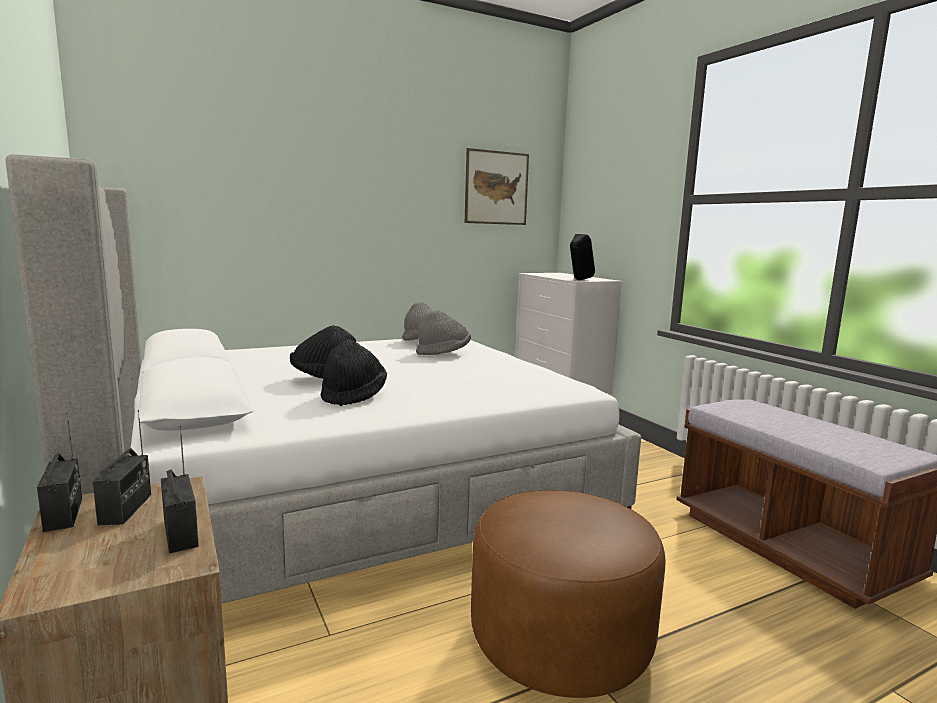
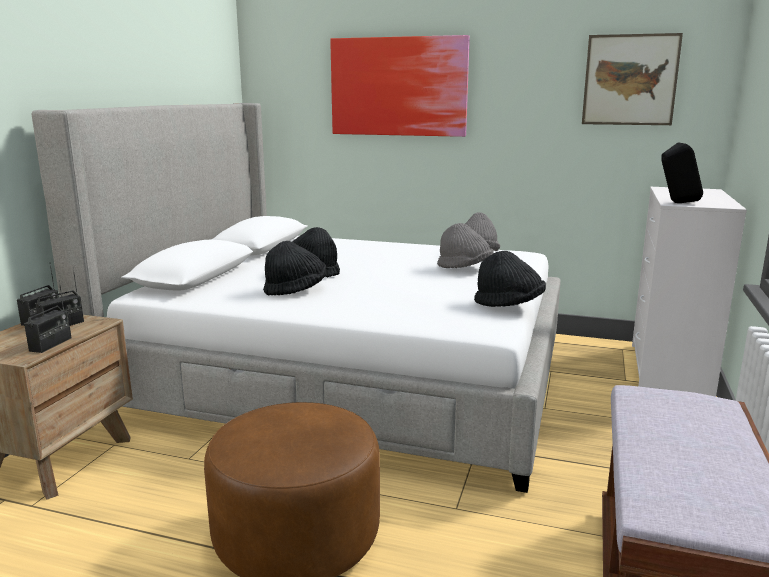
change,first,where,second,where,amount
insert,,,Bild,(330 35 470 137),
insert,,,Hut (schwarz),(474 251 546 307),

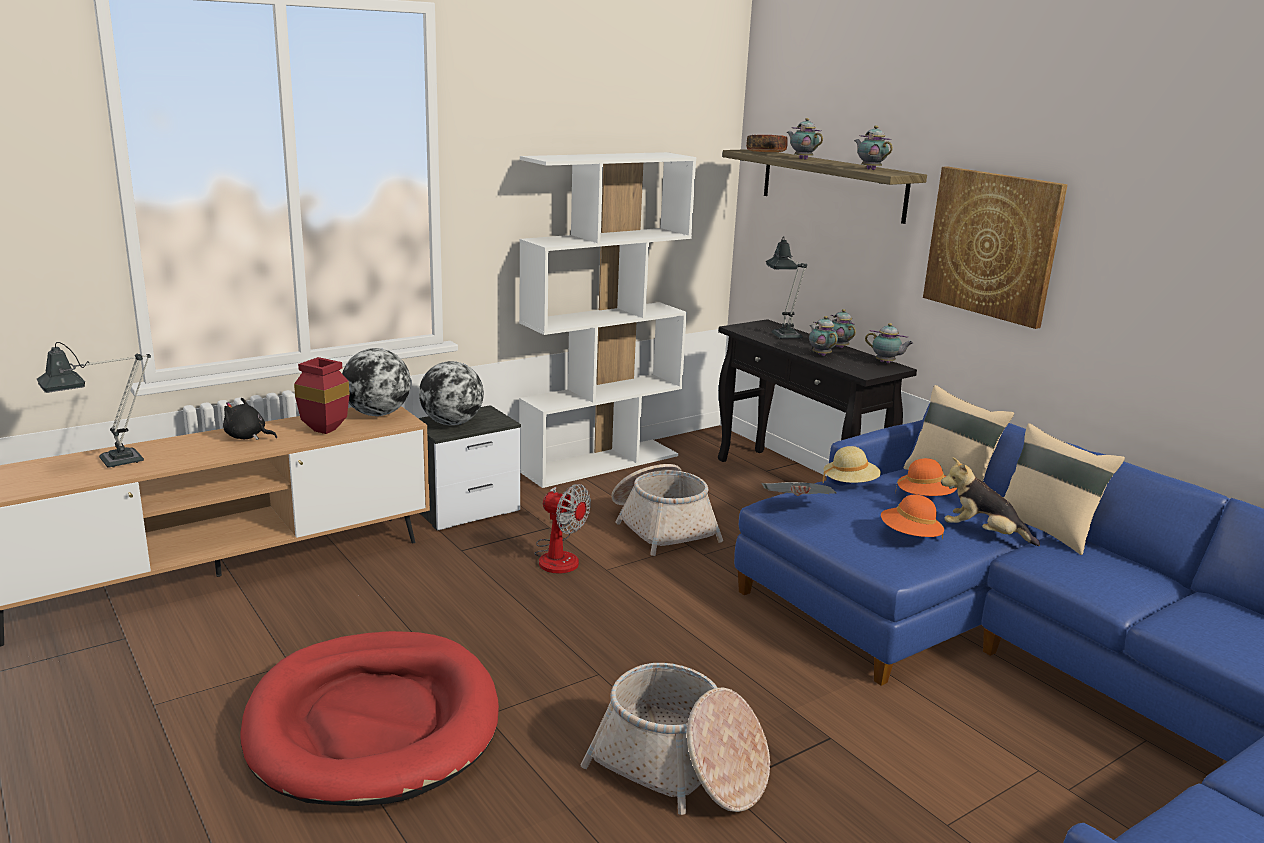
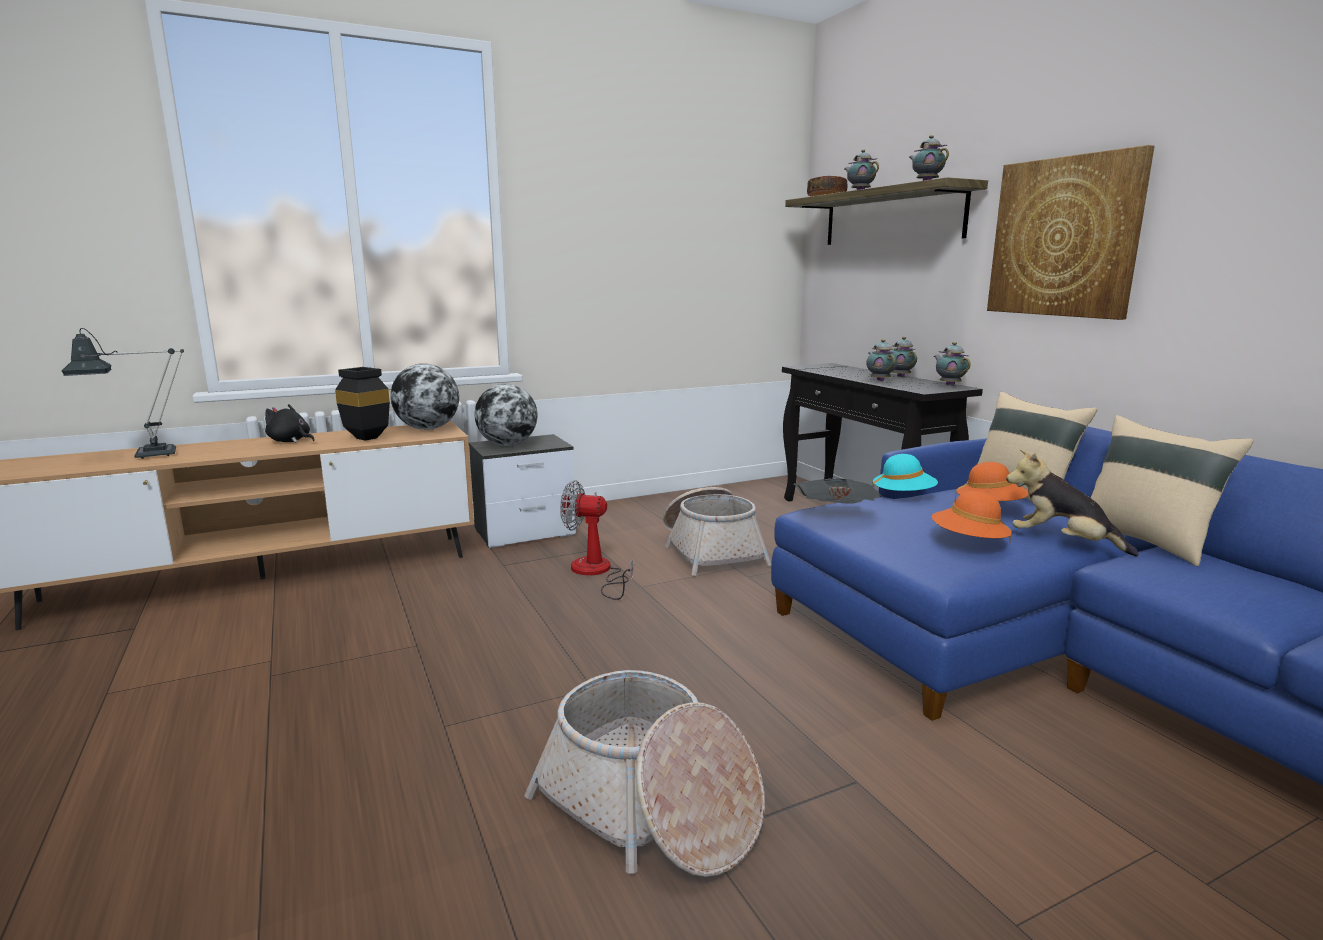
change,first,where,second,where,amount
delete,Hundebett (rot),(240 631 499 806),,,
recolor,Vase (rot),(294 357 349 434),Vase (schwarz),(335 367 390 441),
delete,Bücherregal (weiß),(519 152 696 488),,,
rotate,Ventilator,(534 484 591 574),,(560 480 634 600),150 degrees clockwise
delete,Tischlampe,(766 236 807 339),,,
recolor,Hut (beige),(823 446 881 483),Hut (türkis),(872 454 938 491),
rotate,Teekanne,(865 323 913 364),,(934 342 971 386),150 degrees counterclockwise

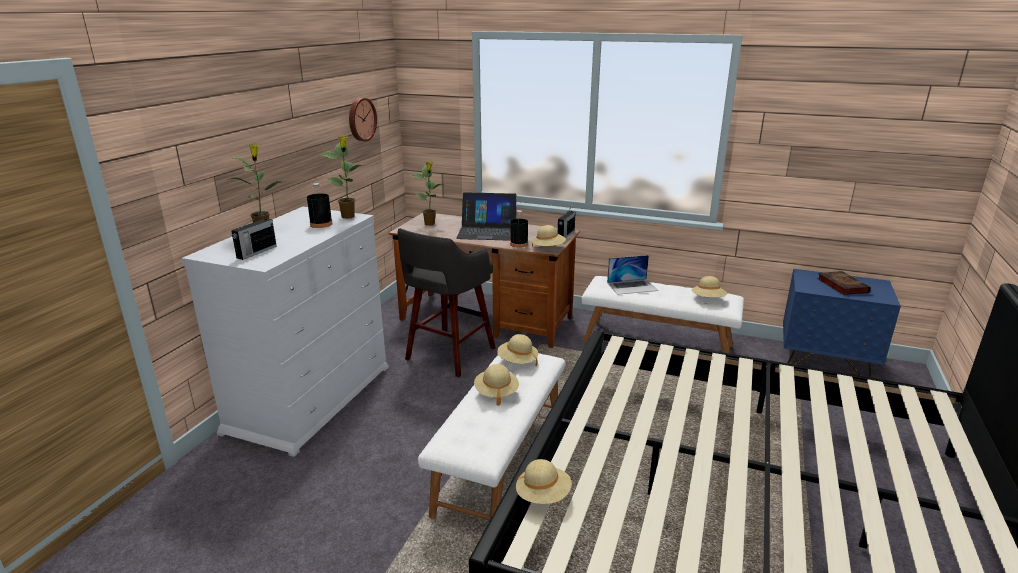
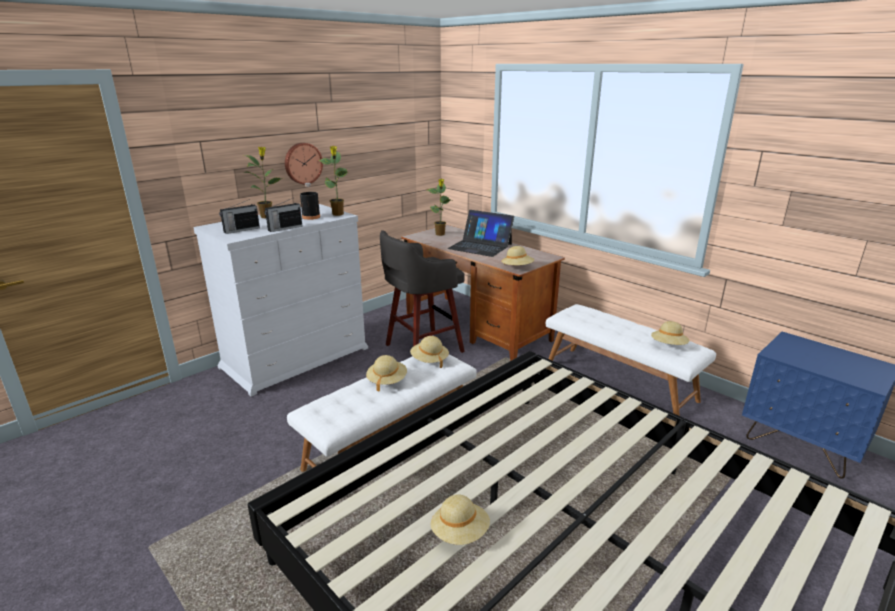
change,first,where,second,where,amount
move,Wanduhr,(349 98 377 141),,(285 143 323 184),
delete,Flasche (schwarz),(510 210 528 248),,,
move,Hut (beige),(516 459 572 504),,(431 494 490 545),
move,Radio,(558 209 575 238),,(264 198 302 232),
delete,Laptop,(607 255 658 295),,,
delete,Buch,(817 271 871 295),,,

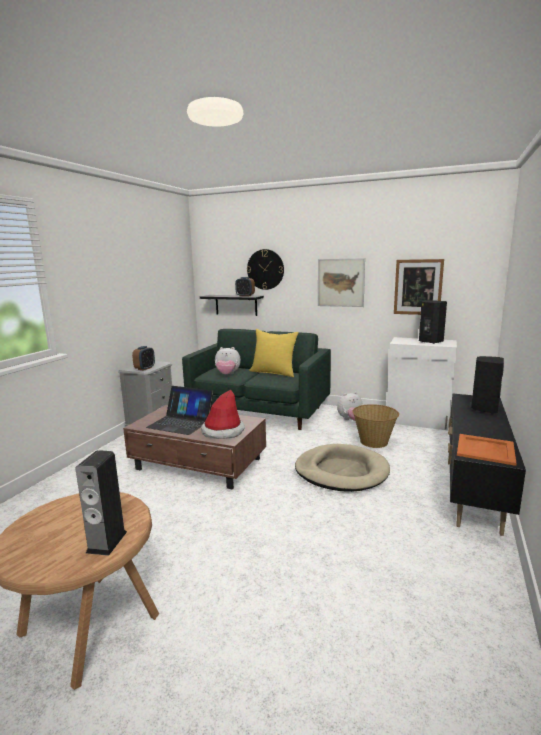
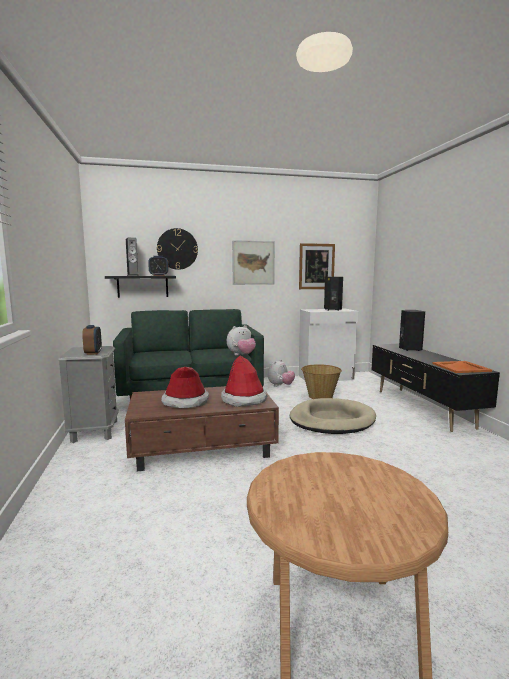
change,first,where,second,where,amount
move,Lautsprecher,(75 450 127 556),,(126 237 139 276),
replace,Laptop,(146 386 214 435),Hut,(161 367 209 408),
move,Plüschtier,(215 347 241 374),,(227 325 256 355),
delete,Kissen (gelb),(249 329 299 377),,,

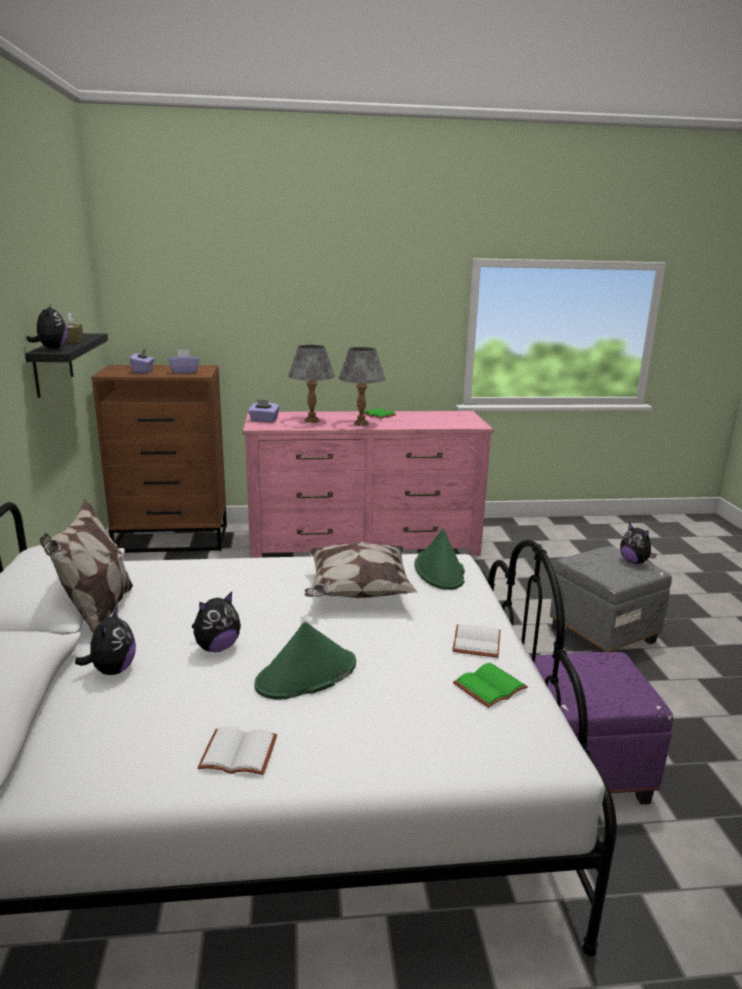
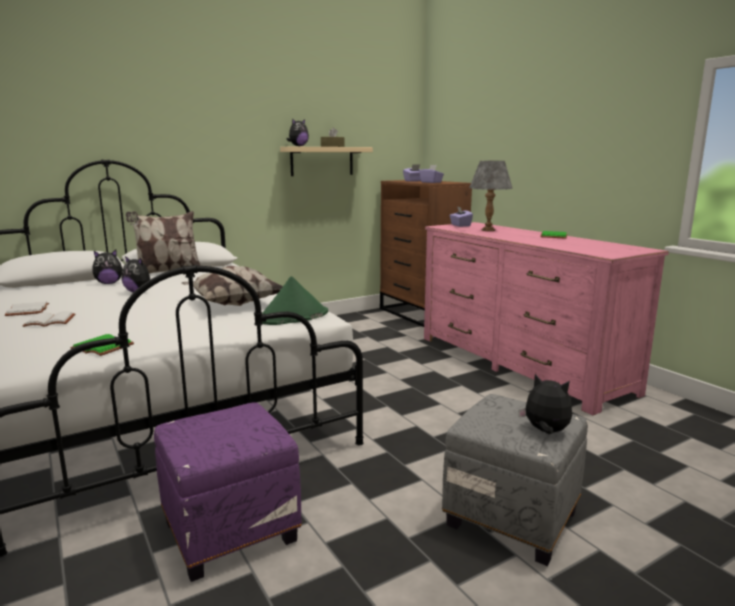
change,first,where,second,where,amount
recolor,Wandregal (schwarz),(25 333 108 398),Wandregal (beige),(280 147 373 176),
delete,Hut (grün),(254 622 356 700),,,
delete,Tischlampe (grau),(338 347 385 426),,,
move,Buch (weiß),(452 624 500 658),,(23 311 75 327),
rotate,Plüschtier,(620 523 657 564),,(518 374 572 434),90 degrees clockwise

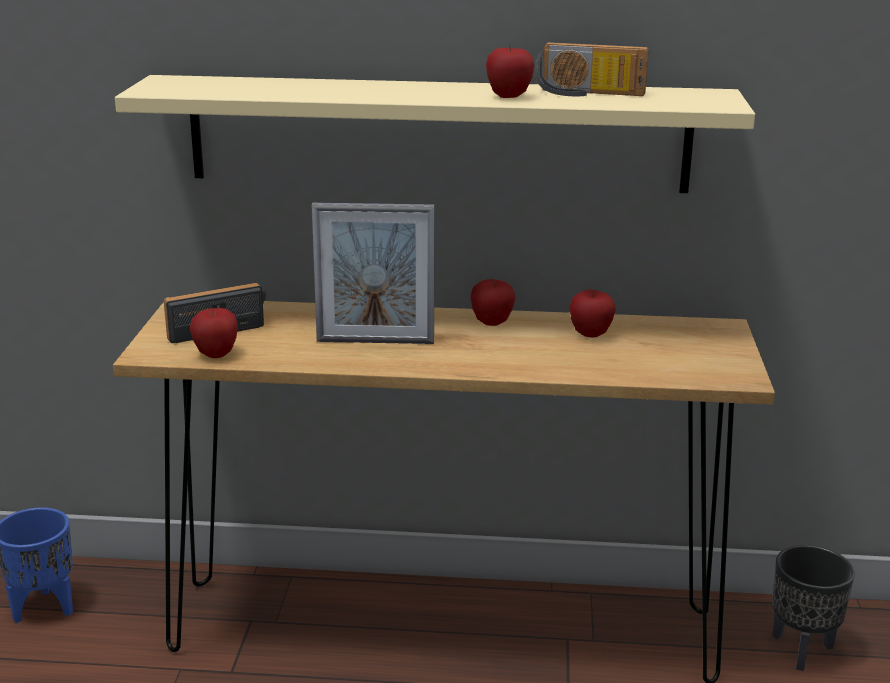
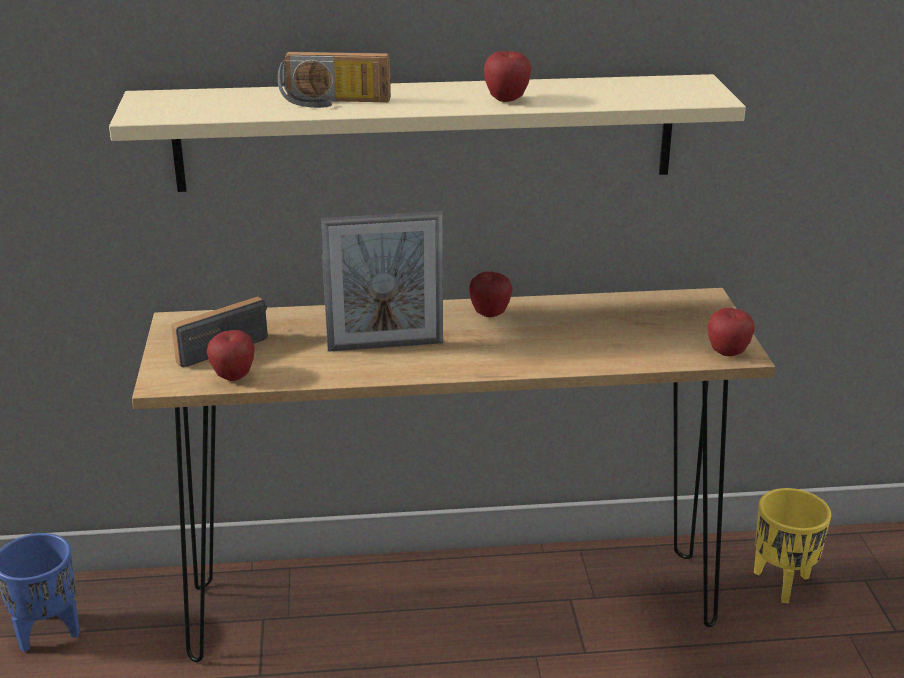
change,first,where,second,where,amount
move,Radio,(535 42 649 96),,(278 52 391 108),
move,Apfel,(570 290 616 337),,(707 308 755 356),
recolor,Pflanzkübel (schwarz),(772 545 855 671),Pflanzkübel (gelb),(754 488 831 603),

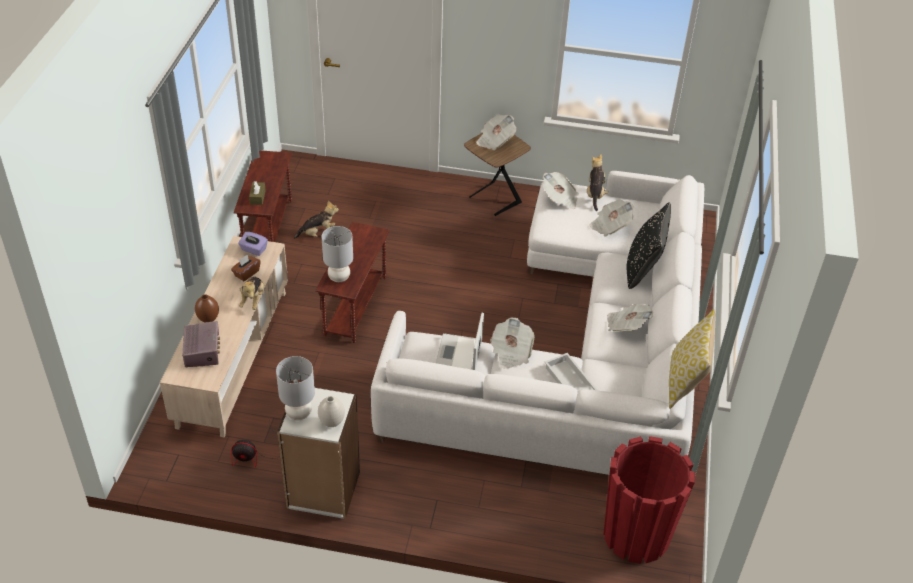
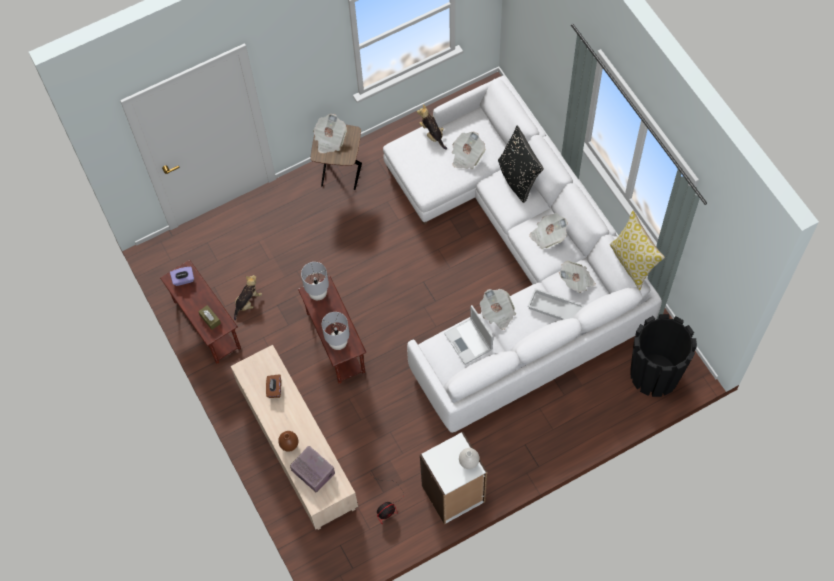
change,first,where,second,where,amount
move,Taschentuchbox (lila),(238 232 268 256),,(170 267 194 286),
delete,Plüschtier,(239 277 264 310),,,
move,Tischlampe (grau),(276 356 315 420),,(301 262 329 300),
move,Zeitung,(543 172 579 209),,(559 261 596 293),
recolor,Pflanzkübel (rot),(603 436 695 564),Pflanzkübel (schwarz),(630 314 697 397),

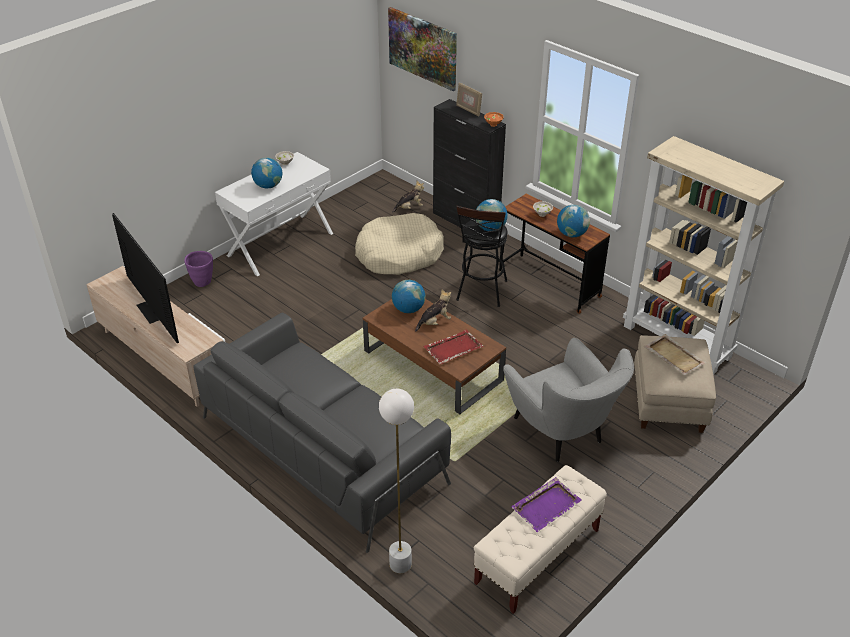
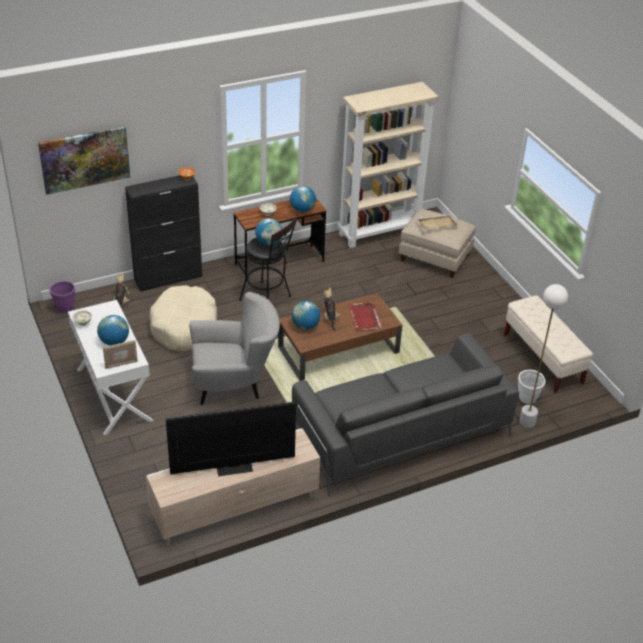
change,first,where,second,where,amount
move,Pflanzkübel (lila),(184 251 213 287),,(50 281 75 313),
move,Bilderrahmen,(456 83 482 117),,(103 340 138 369),
move,Sessel (grau),(503 338 634 462),,(189 292 280 405),
delete,Tablett (lila),(511 477 582 532),,,
insert,,,Pflanzkübel (weiß),(518 370 545 404),

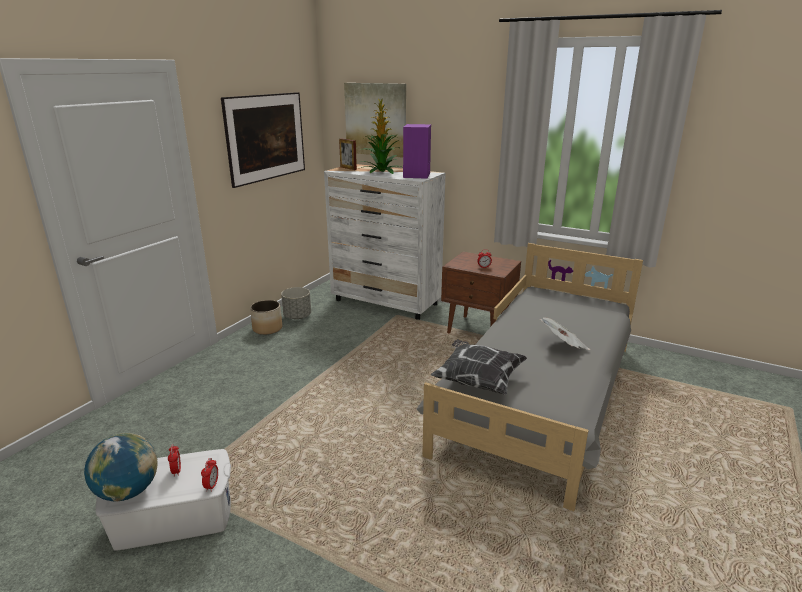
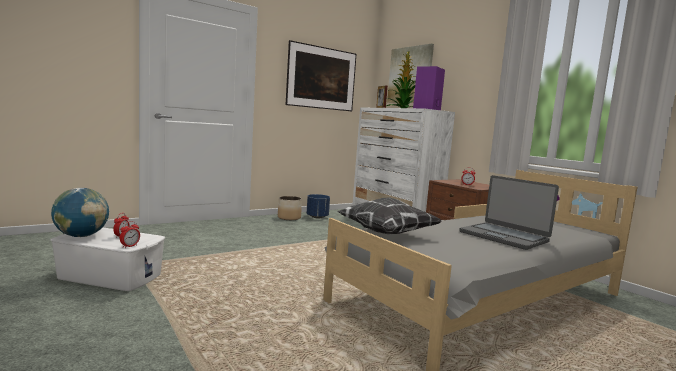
change,first,where,second,where,amount
recolor,Pflanzkübel (grau),(281 287 311 319),Pflanzkübel (blau),(307 194 330 218),
replace,Zeitung,(540 317 591 350),Laptop,(459 175 559 250),

